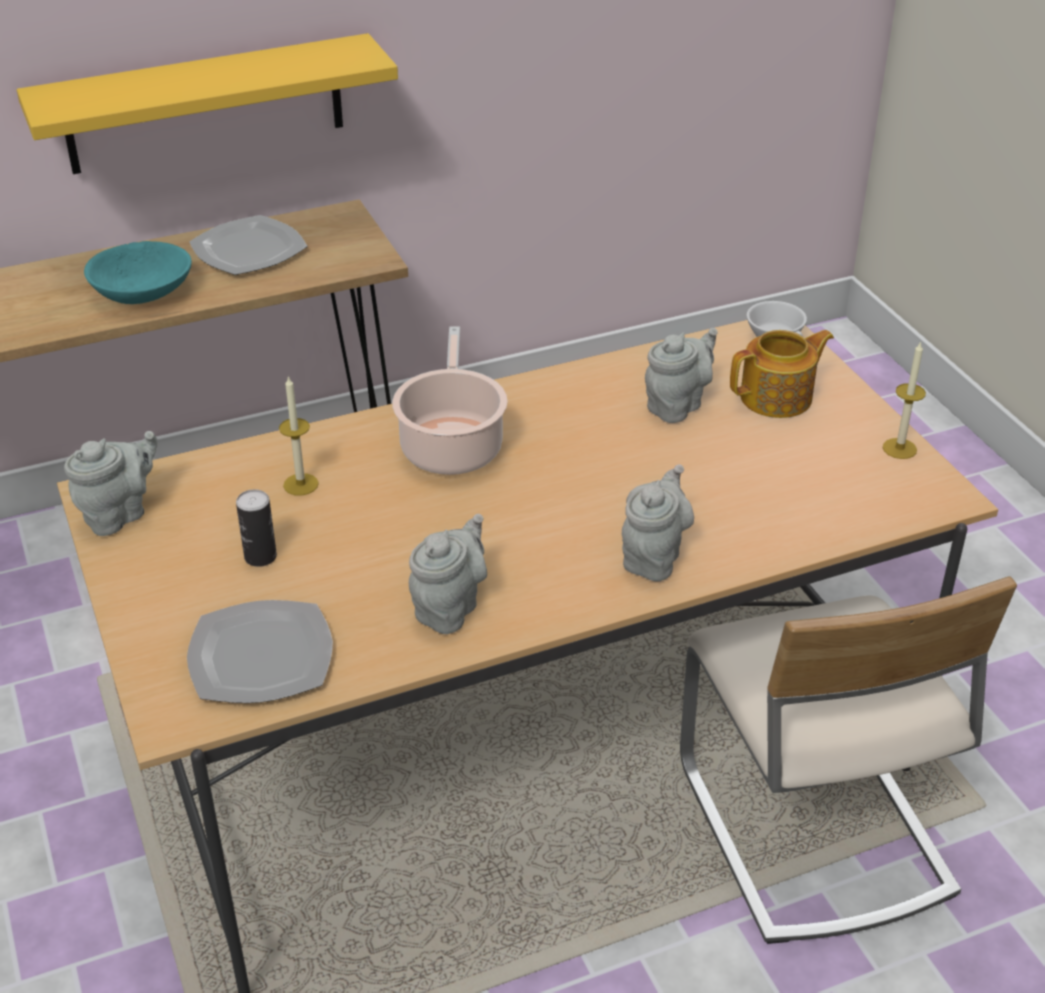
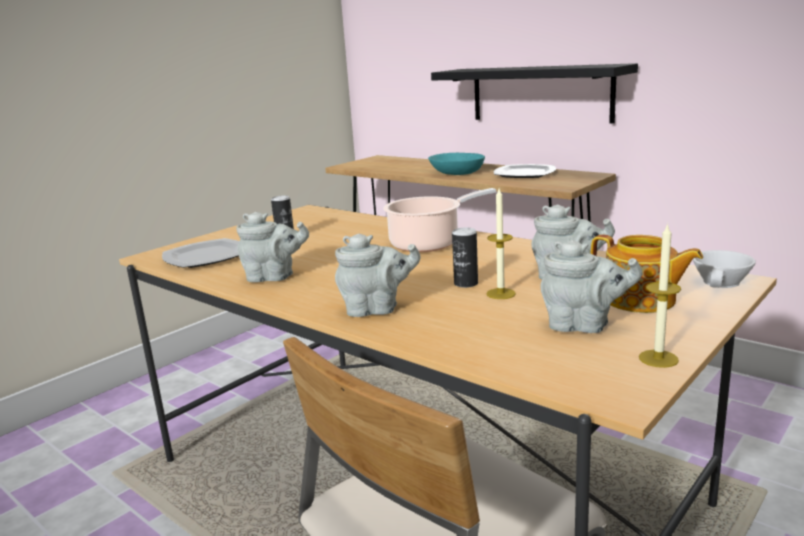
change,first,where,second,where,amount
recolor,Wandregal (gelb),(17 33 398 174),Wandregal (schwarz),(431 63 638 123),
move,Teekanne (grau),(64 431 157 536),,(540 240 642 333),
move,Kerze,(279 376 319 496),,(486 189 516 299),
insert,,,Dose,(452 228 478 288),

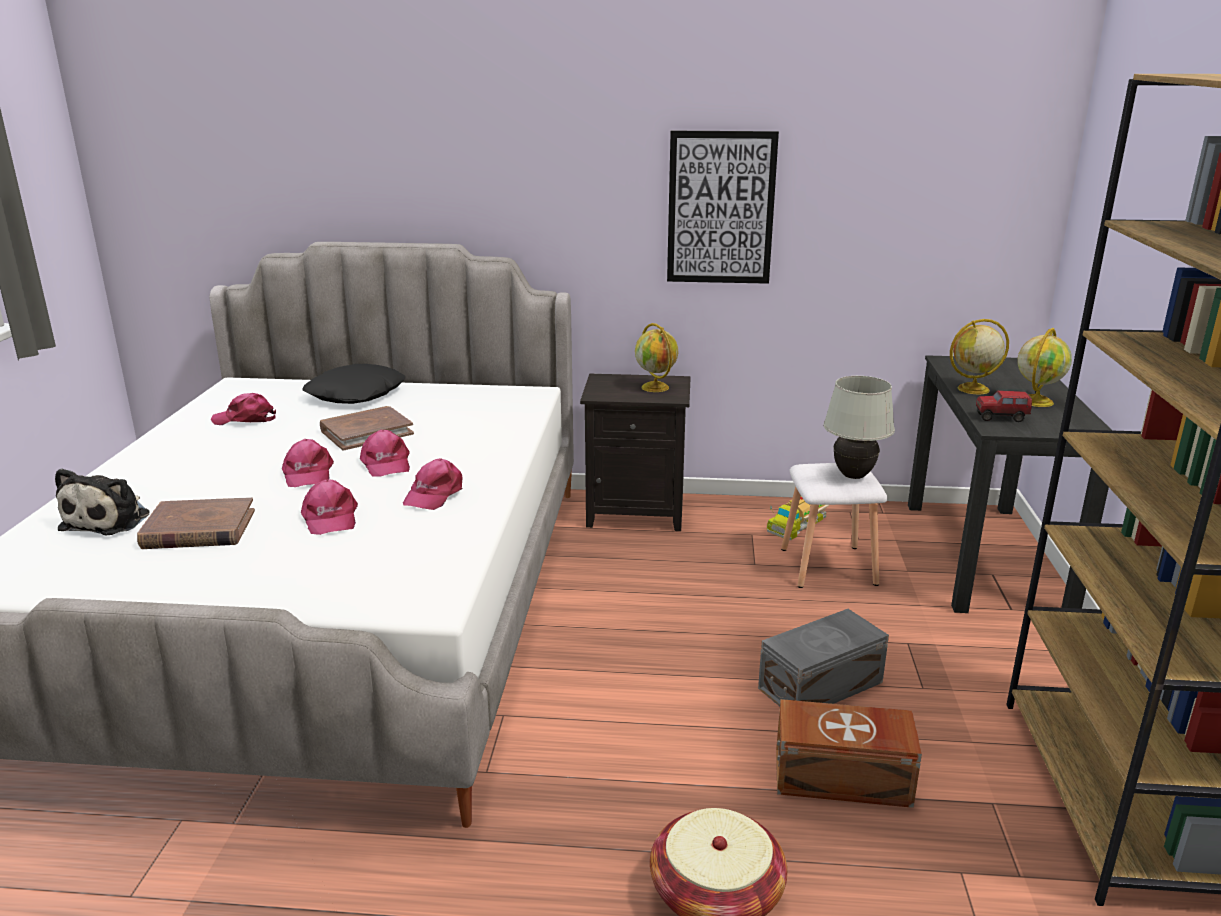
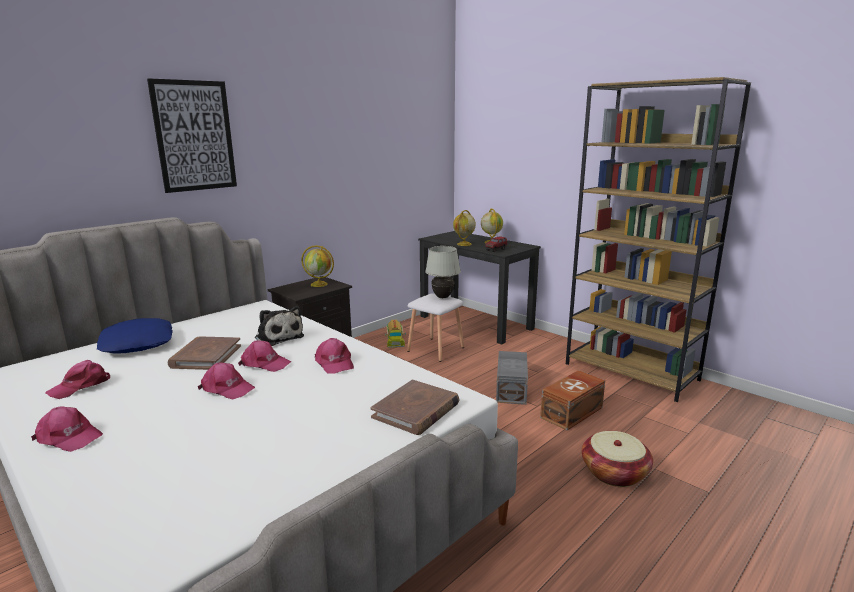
change,first,where,second,where,amount
move,Plüschtier,(55 468 150 535),,(255 306 304 346),
move,Buch (braun),(137 497 255 549),,(371 380 459 435),
move,Kappe (rosa),(301 479 358 535),,(31 406 103 452),
recolor,Kissen (schwarz),(303 364 405 404),Kissen (blau),(97 318 173 354),
move,Bild,(667 131 779 284),,(147 78 237 193),

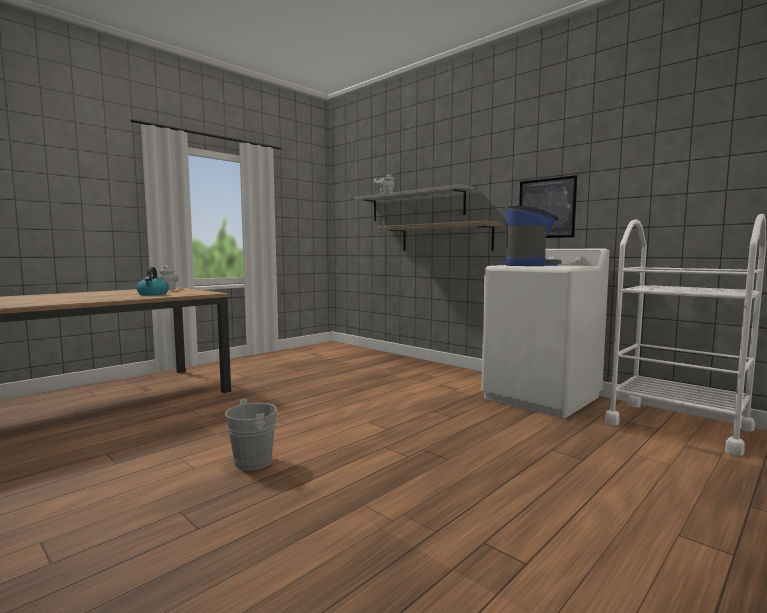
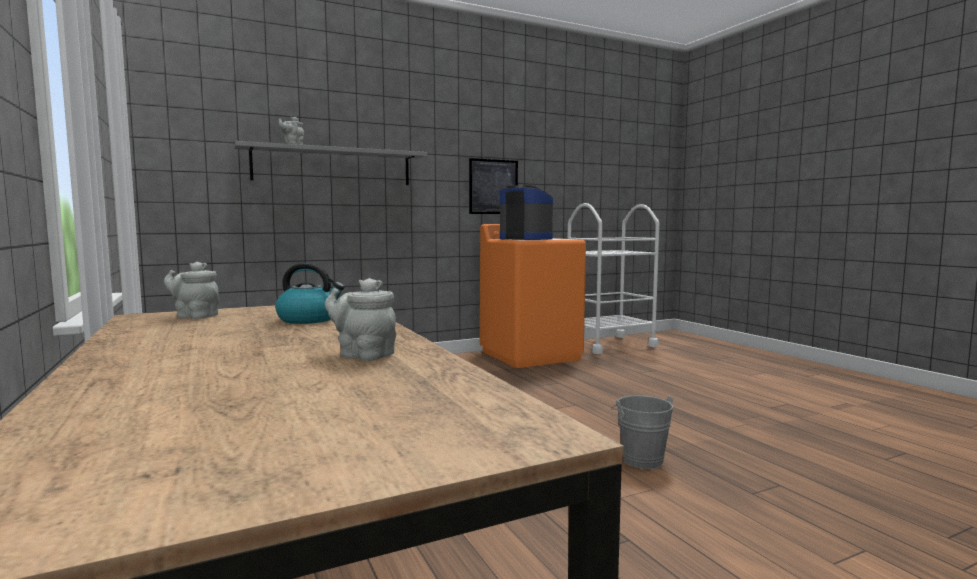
change,first,where,second,where,amount
delete,Wandregal,(378 221 504 251),,,
recolor,Waschmaschine (weiß),(481 249 610 418),Waschmaschine (orange),(480 224 586 368),
insert,,,Teekanne (grau),(325 278 396 361),

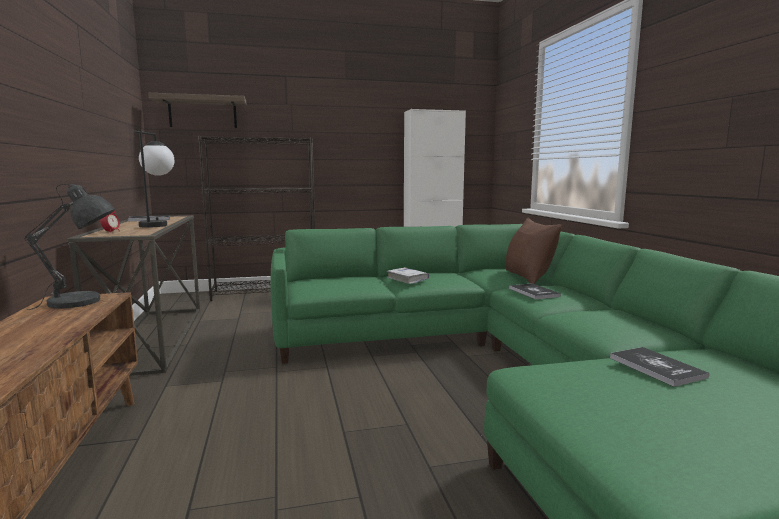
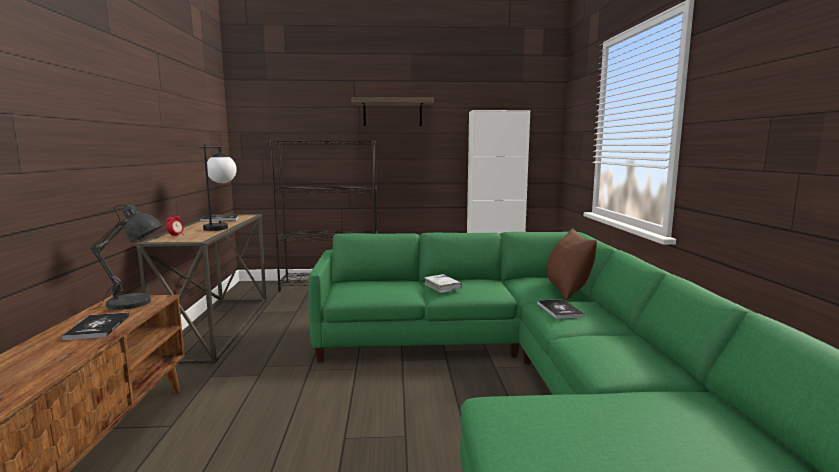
change,first,where,second,where,amount
move,Wandregal,(148 93 246 128),,(351 97 433 126),
move,Buch,(610 347 709 387),,(62 312 129 340),

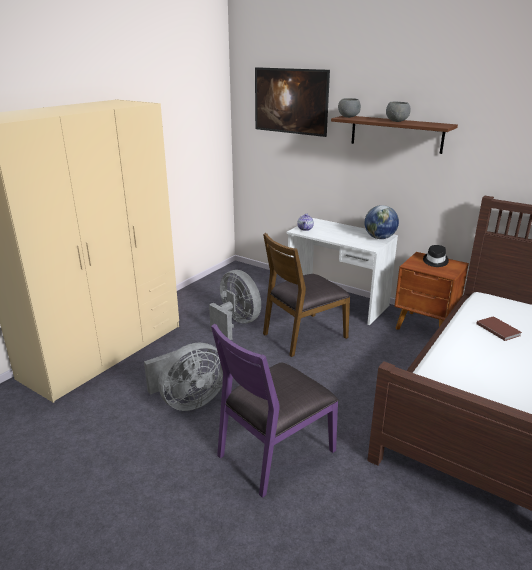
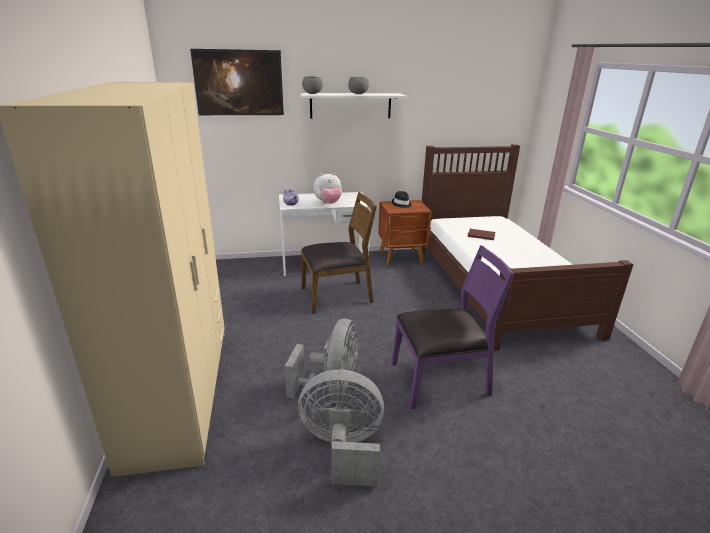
change,first,where,second,where,amount
move,Ventilator (grau),(209 270 261 340),,(298 370 384 487),
rotate,Stuhl (lila),(211 324 339 498),,(392 245 515 409),105 degrees counterclockwise
rotate,Stuhl (braun),(263 233 351 357),,(301 192 377 314),120 degrees counterclockwise
recolor,Wandregal (braun),(331 116 458 154),Wandregal (weiß),(300 93 407 119),
delete,Globus,(364 205 399 239),,,
insert,,,Plüschtier,(313 172 342 204),

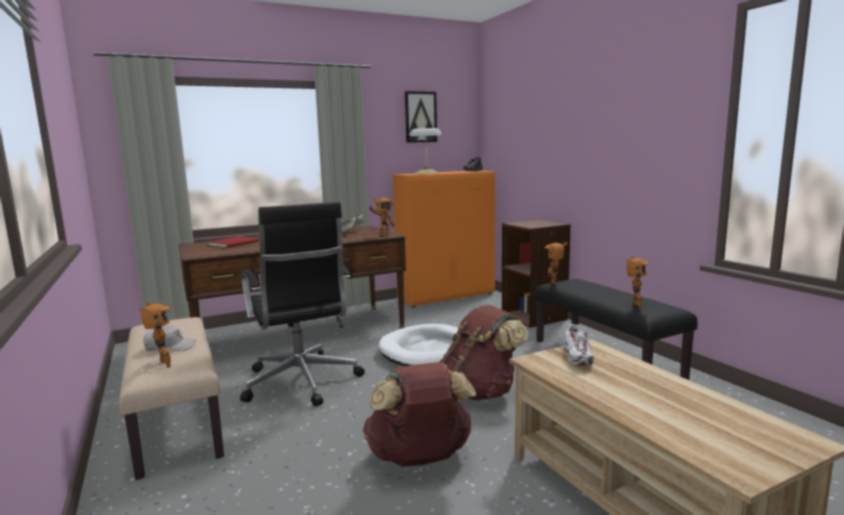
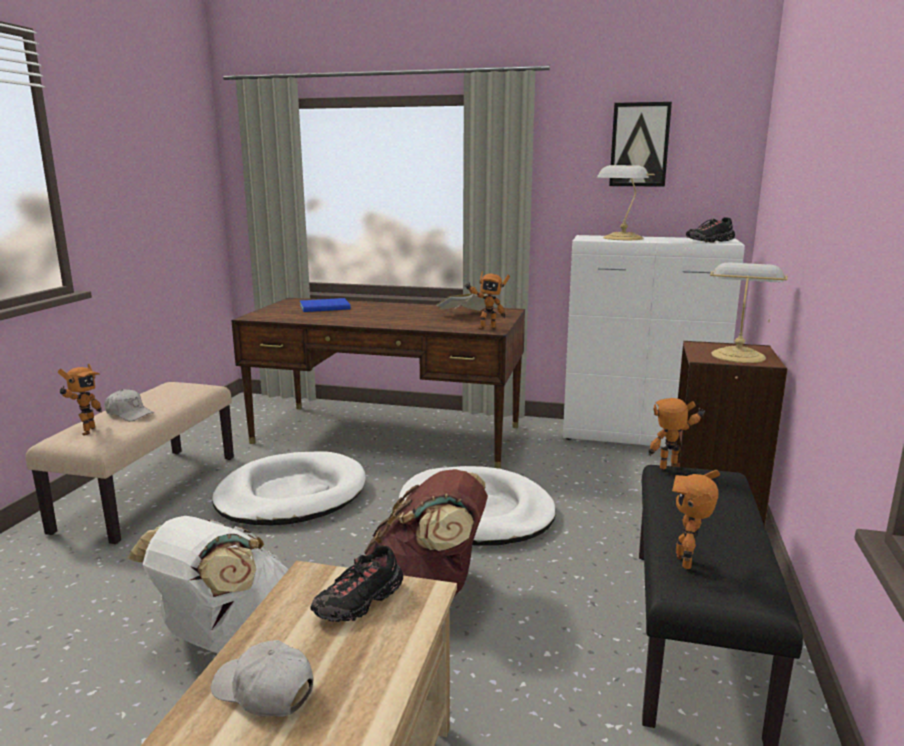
change,first,where,second,where,amount
recolor,Buch (rot),(208 236 259 248),Buch (blau),(300 298 351 312),
replace,Bürostuhl (schwarz),(240 202 365 407),Hundebett (weiß),(212 451 366 525),
recolor,Rucksack (braun),(363 362 476 467),Rucksack (weiß),(127 516 288 653),
recolor,Schrank (orange),(393 171 495 307),Schrank (weiß),(563 235 745 447),
recolor,Schuh (weiß),(563 324 594 365),Schuh (schwarz),(310 545 403 622),
rotate,Spielzeugroboter,(626 257 650 310),,(672 470 720 570),135 degrees clockwise
insert,,,Kappe (weiß),(211 640 314 717),
insert,,,Tischlampe,(710 262 788 363),

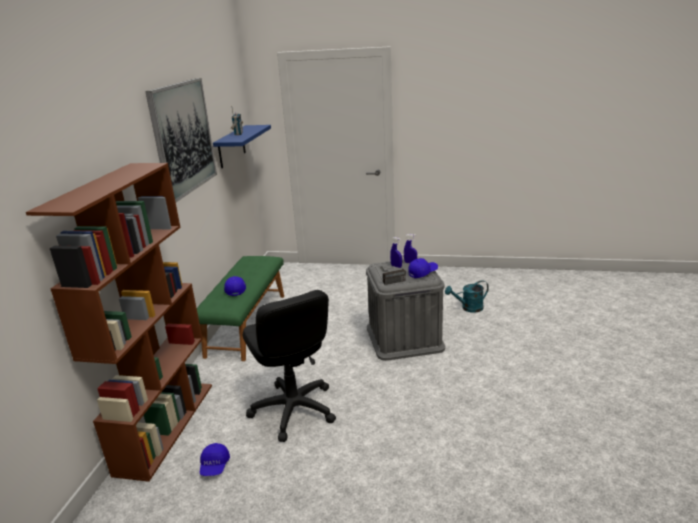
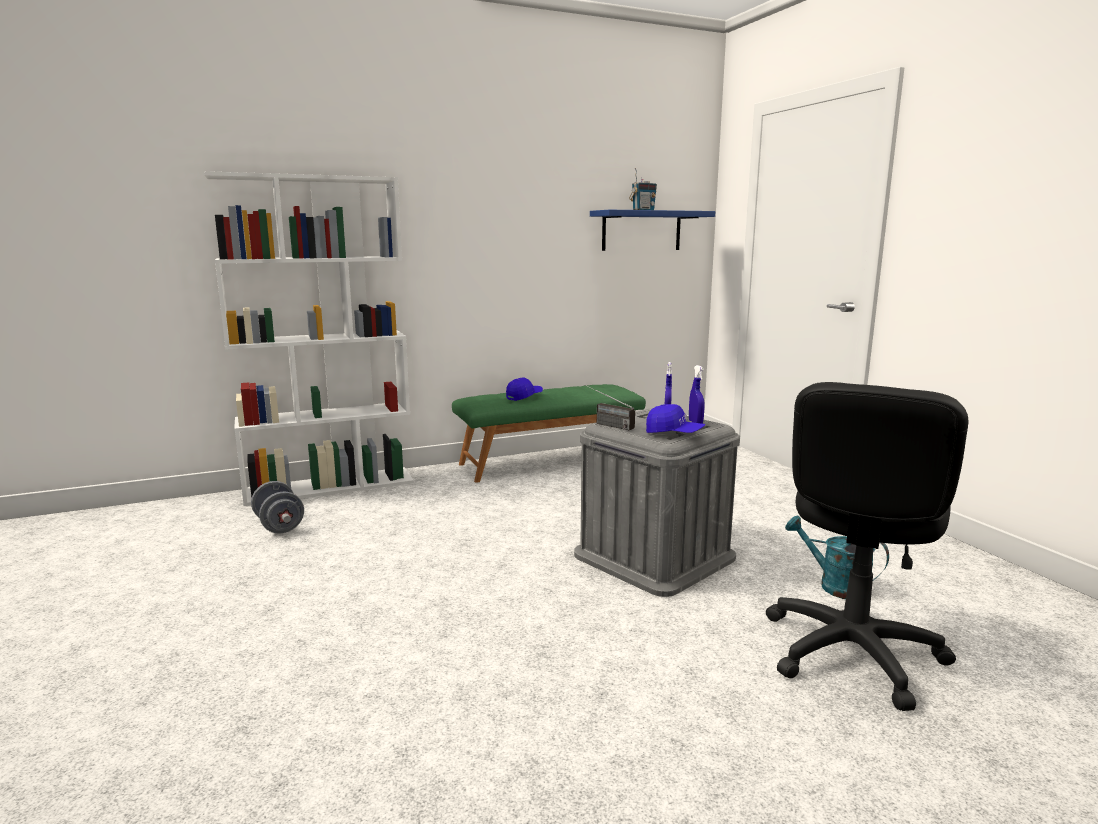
change,first,where,second,where,amount
recolor,Bücherregal (braun),(26 163 212 482),Bücherregal (weiß),(204 171 414 506),
delete,Bild,(145 78 217 202),,,
replace,Kappe (blau),(200 443 230 476),Hantel (grau),(251 481 304 533),
move,Bürostuhl (schwarz),(243 290 336 442),,(766 382 968 711),

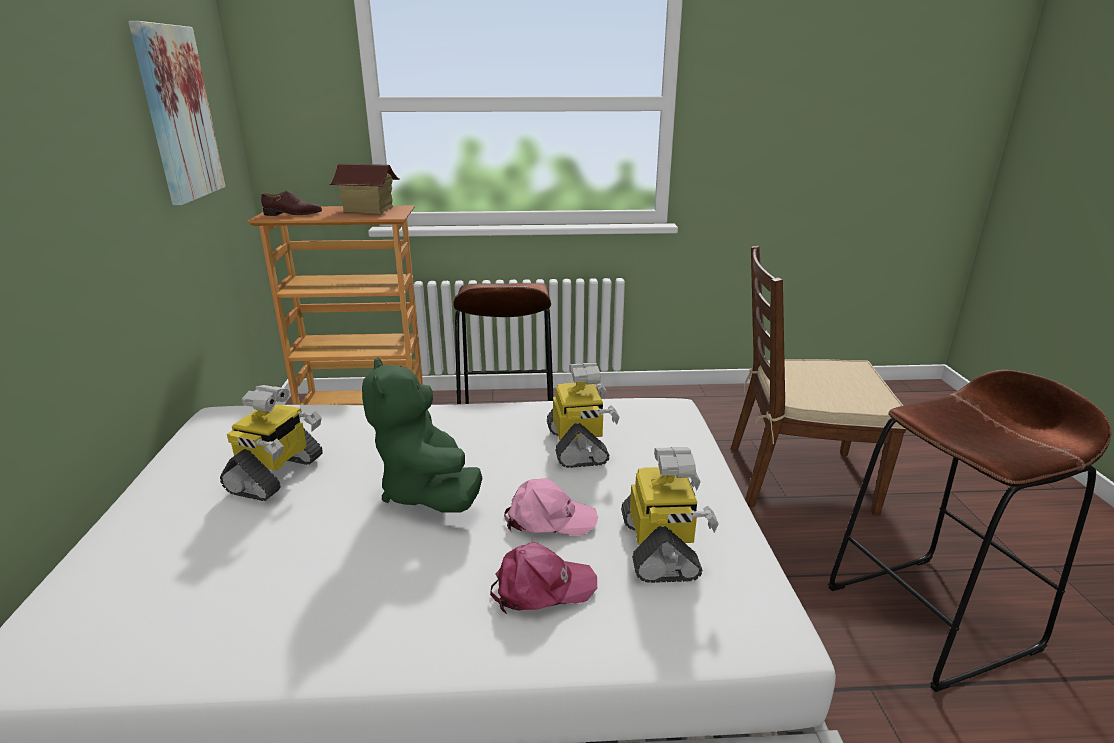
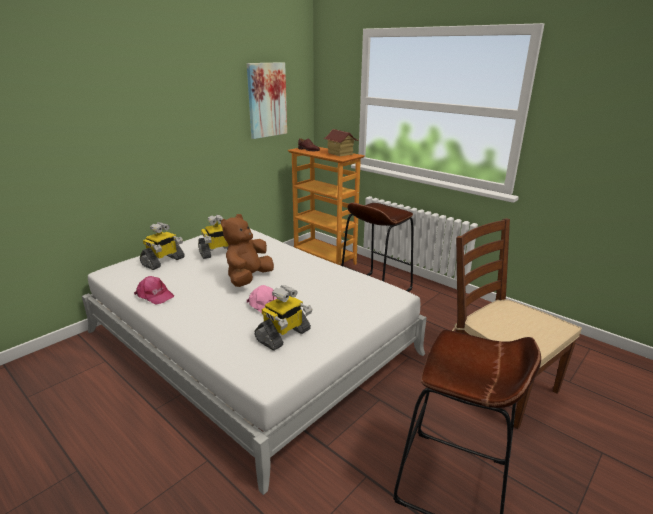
change,first,where,second,where,amount
recolor,Plüschtier (grün),(362 357 482 513),Plüschtier (braun),(221 214 274 287),
move,Kappe (rosa),(490 542 597 614),,(134 276 174 305),
move,Spielzeugroboter,(547 363 620 468),,(140 222 185 270),

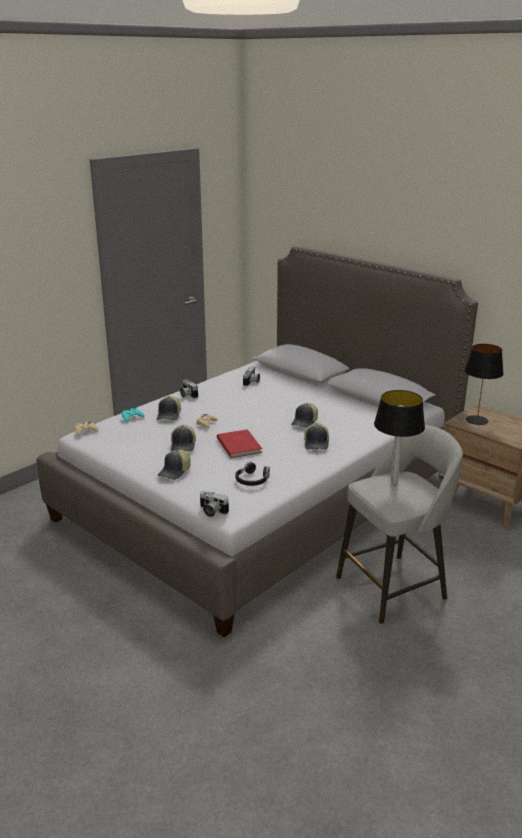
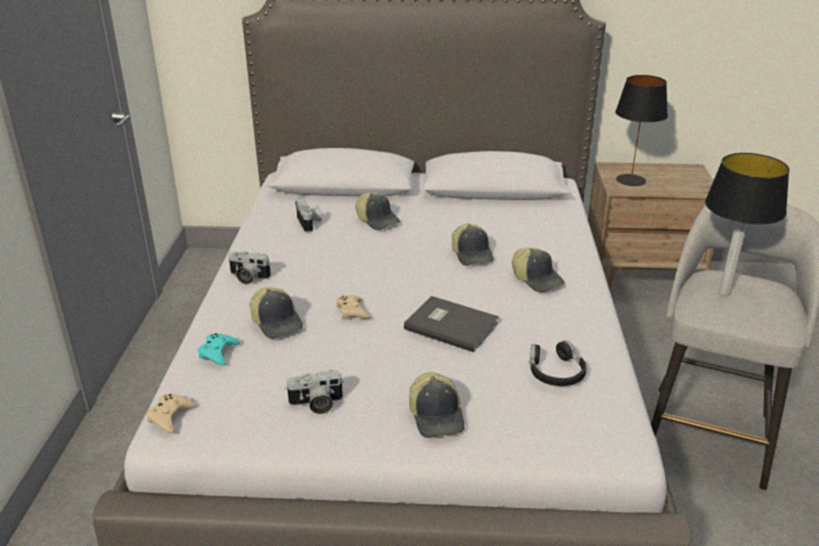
change,first,where,second,where,amount
move,Kappe,(171 425 196 451),,(355 193 400 230),
move,Kamera,(200 491 229 517),,(285 370 344 414),
recolor,Buch (rot),(217 429 262 458),Buch (grau),(404 296 499 352),

